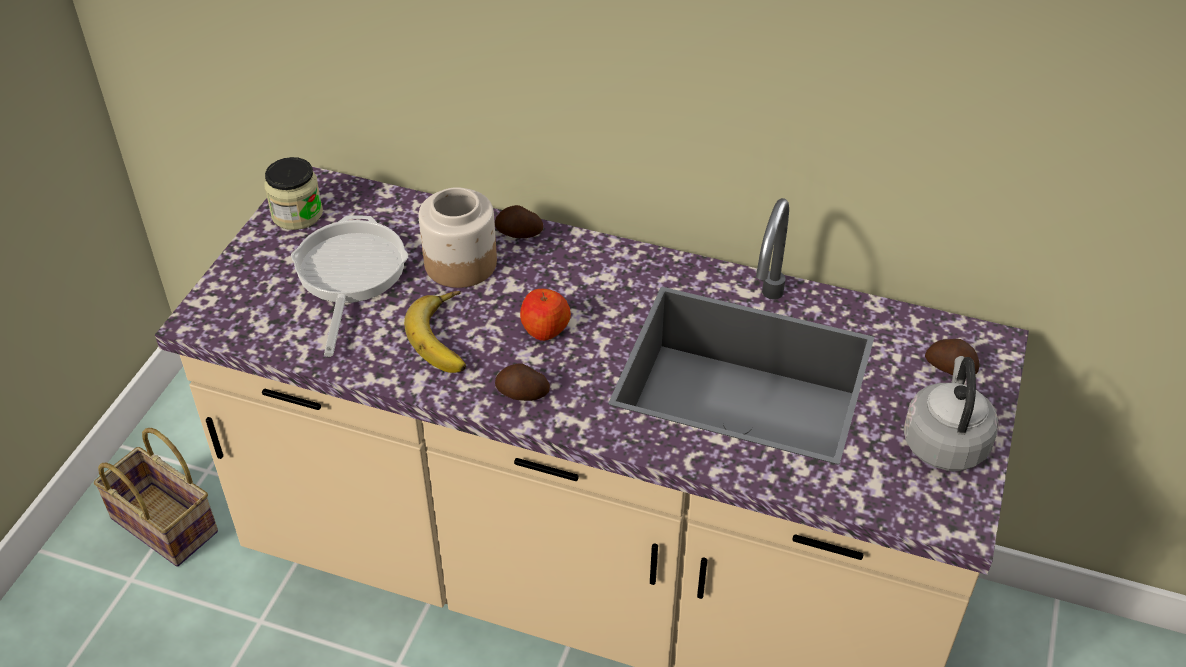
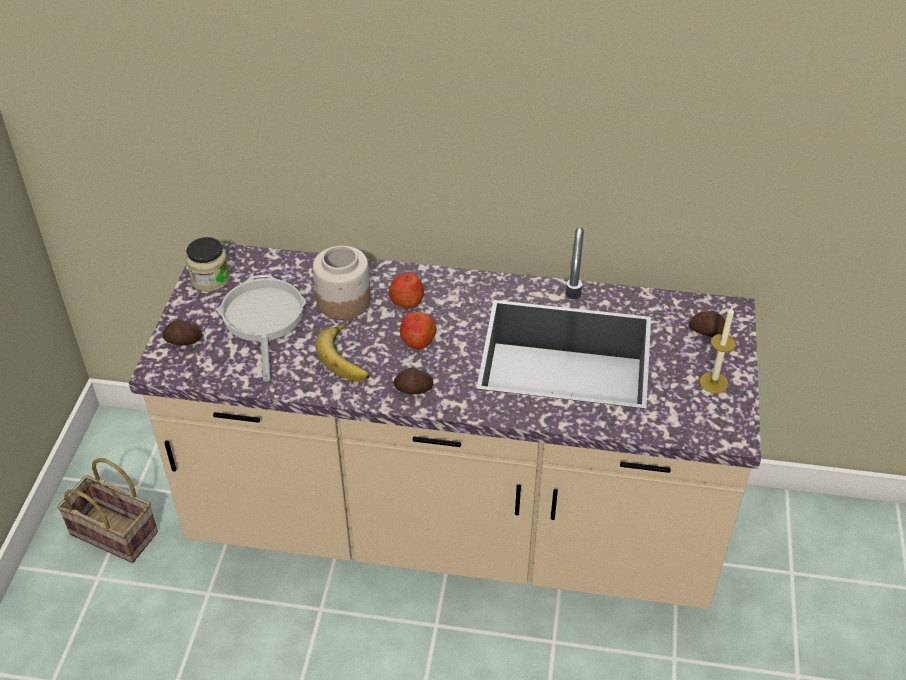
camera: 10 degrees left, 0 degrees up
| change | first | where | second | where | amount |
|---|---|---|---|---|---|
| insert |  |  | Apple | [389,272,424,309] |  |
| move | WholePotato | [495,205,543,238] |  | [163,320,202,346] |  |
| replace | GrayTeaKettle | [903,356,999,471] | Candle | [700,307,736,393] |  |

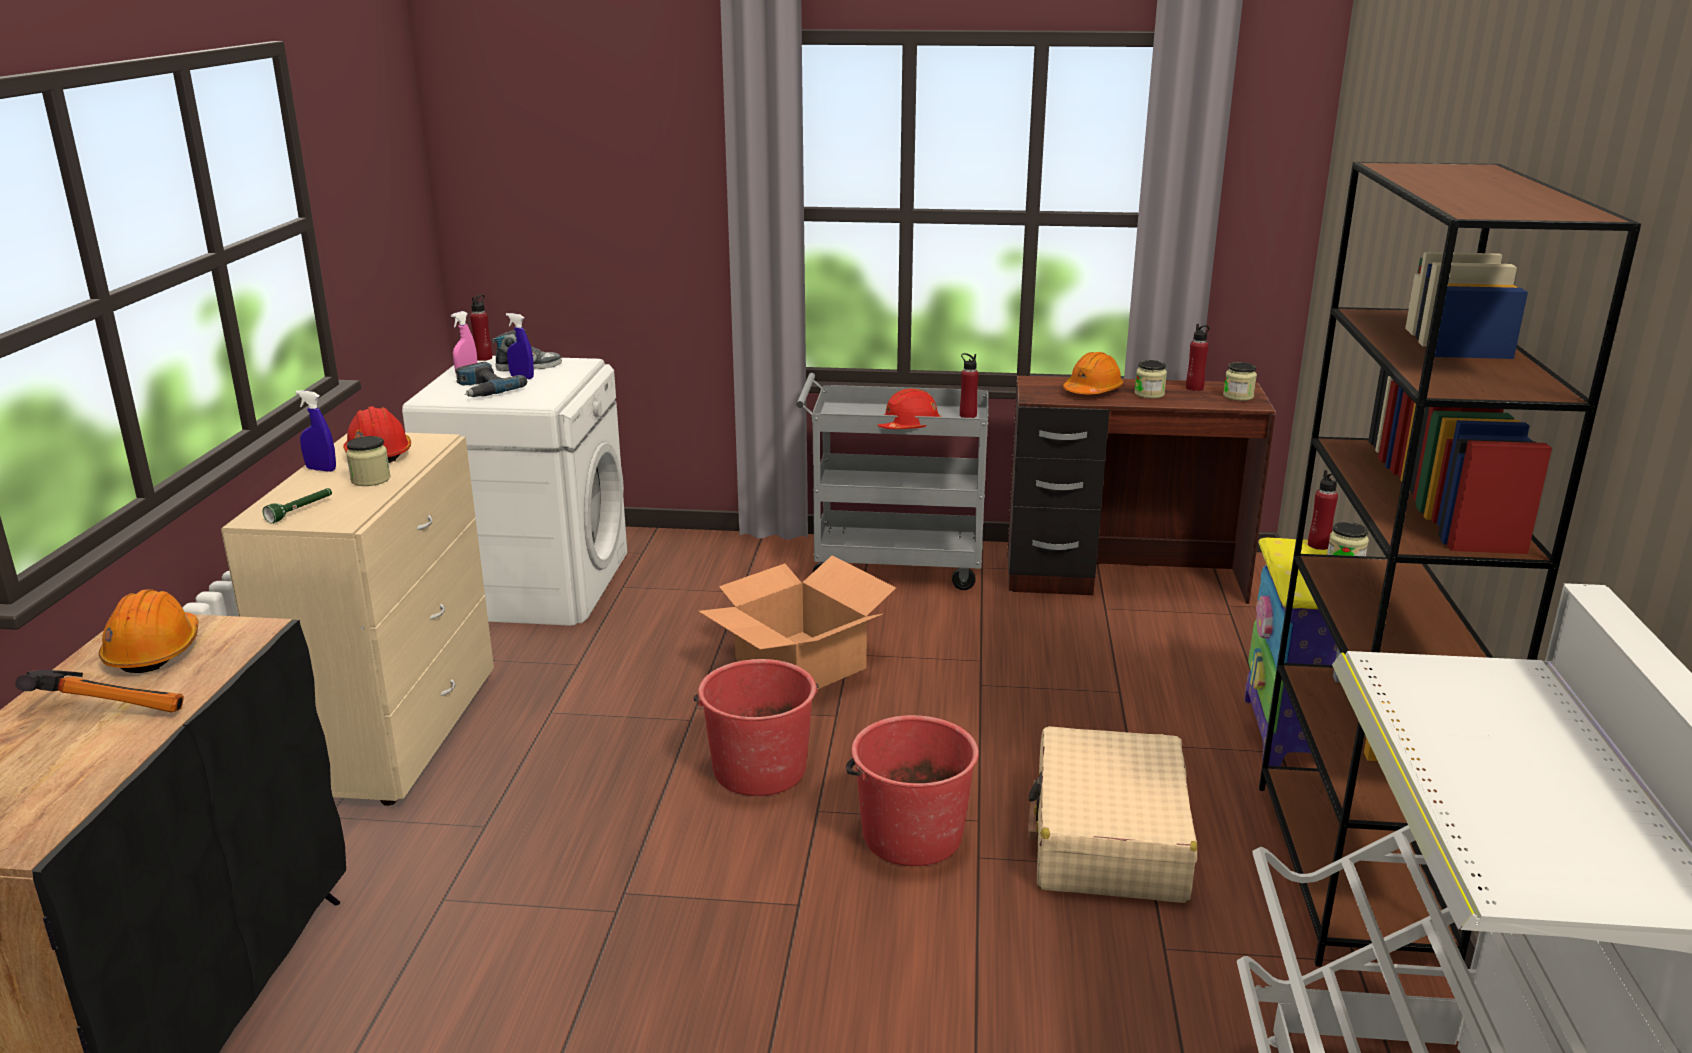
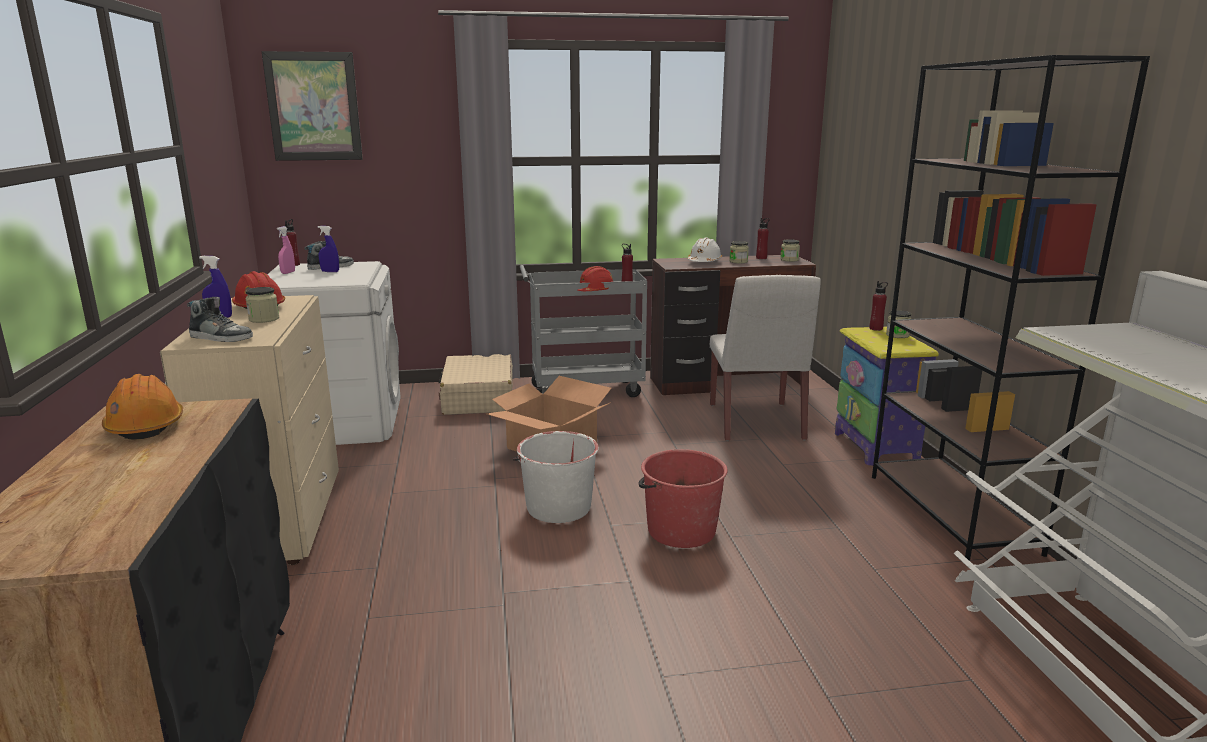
camera: 15 degrees left, 5 degrees down
| change | first | where | second | where | amount |
|---|---|---|---|---|---|
| delete | ToolHammer | [15,670,184,713] |  |  |  |
| delete | Drill | [455,362,527,397] |  |  |  |
| insert |  |  | Picture | [262,51,363,161] |  |
| insert |  |  | WhiteUprightChair | [710,275,821,441] |  |
| move | BeigeTravelCase | [1028,726,1197,903] |  | [439,354,513,415] |  |
| replace | GreenTorch | [263,488,332,523] | LowShoe | [187,297,253,342] |  |
| recolor | RedWaterBucket | [693,659,819,796] | WhiteWaterBucket | [513,431,599,523] |  |
| recolor | OrangeyHardHat | [1063,352,1123,394] | WhiteHardHat | [688,237,722,262] |  |

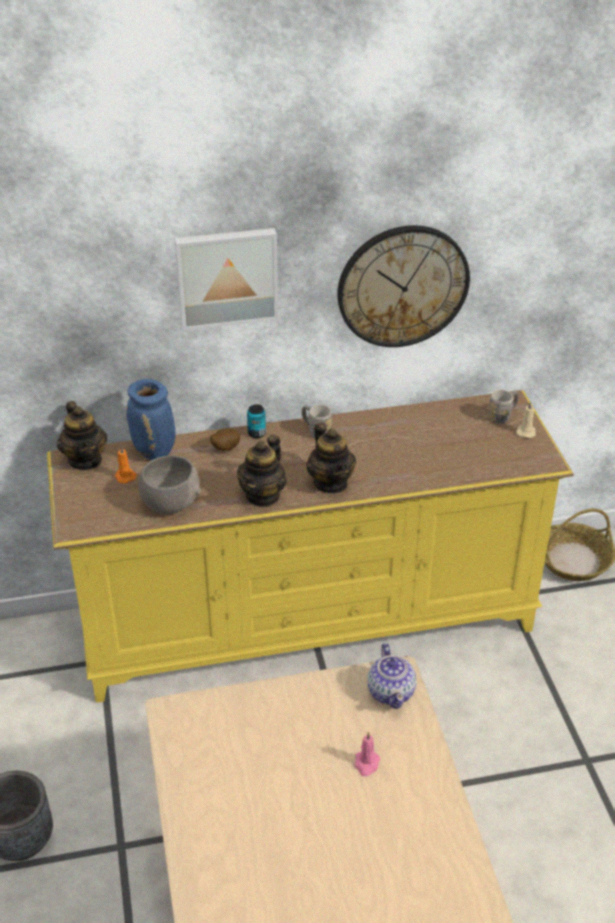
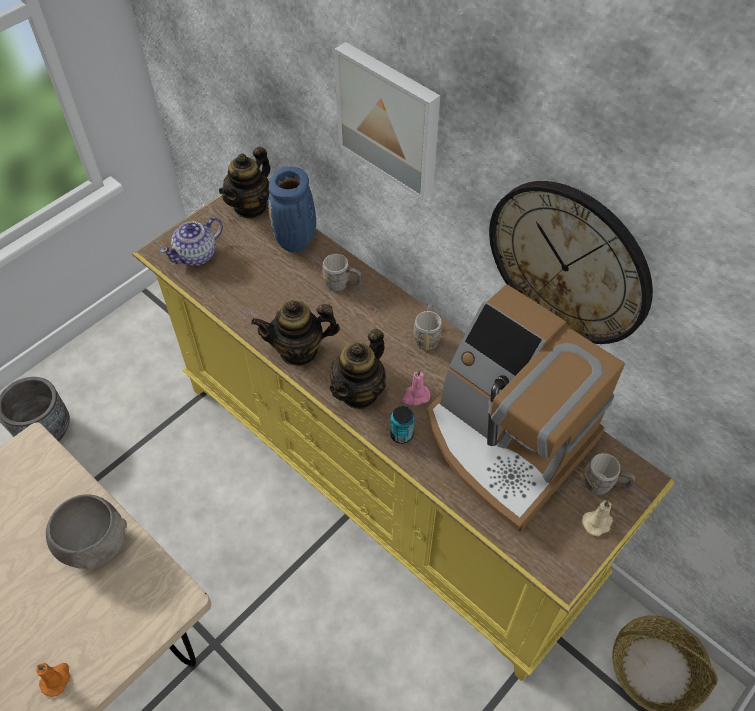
camera: 55 degrees right, 15 degrees up
| change | first | where | second | where | amount |
|---|---|---|---|---|---|
| insert |  |  | CoffeeMachine | [427,284,625,532] |  |
| move | OrangeyCandle | [115,445,137,484] |  | [36,663,70,697] |  |
| move | GrayBowl | [138,455,201,514] |  | [46,494,127,570] |  |
| move | SealedCan | [247,404,266,438] |  | [390,406,415,444] |  |
| move | PinkishCandle | [355,732,380,777] |  | [402,369,431,406] |  |
| move | TeaPot | [368,643,416,709] |  | [160,217,223,266] |  |
| replace | WholePotato | [210,429,240,451] | GrayMug | [322,254,361,292] |  |

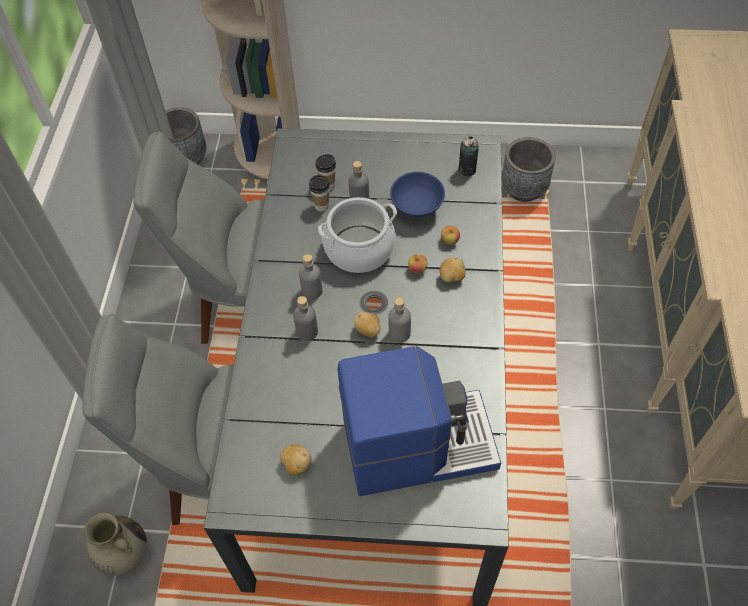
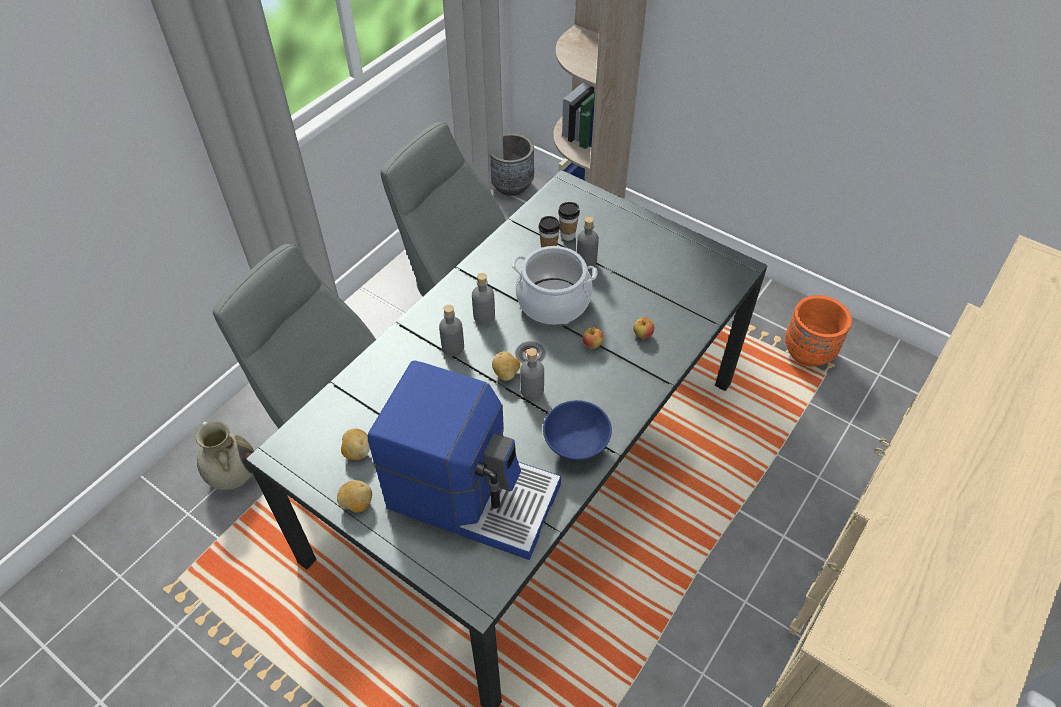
camera: 30 degrees right, 5 degrees down
| change | first | where | second | where | amount |
|---|---|---|---|---|---|
| delete | SealedCan | [459,136,479,177] |  |  |  |
| move | BlueBowl | [390,172,445,217] |  | [543,400,612,460] |  |
| move | WholePotato | [439,257,465,283] |  | [337,480,372,513] |  |
| recolor | GrayPlanter | [502,137,555,202] | OrangeyPlanter | [785,295,852,367] |  |

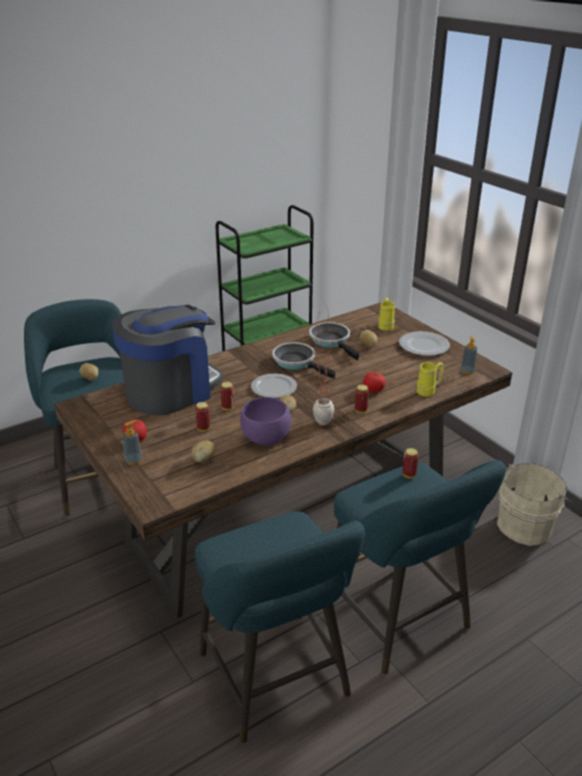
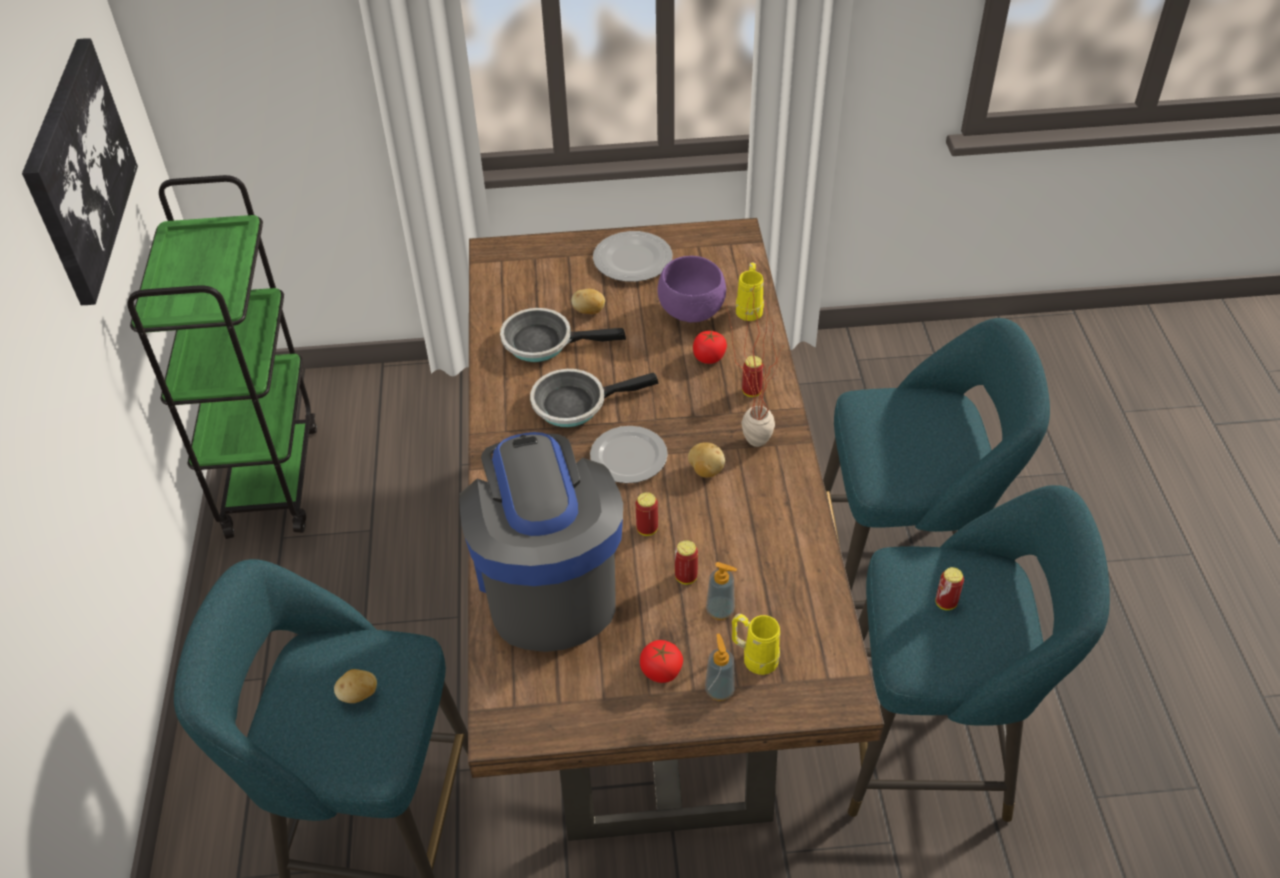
camera: 60 degrees left, 15 degrees up
| change | first | where | second | where | amount |
|---|---|---|---|---|---|
| delete | WholePotato | [191,440,215,463] |  |  |  |
| delete | BeigeWaterBucket | [497,463,571,546] |  |  |  |
| insert |  |  | Picture | [22,38,138,305] |  |
| move | PurpleColouredBowl | [240,397,291,446] |  | [657,256,726,322] |  |
| move | YellowishMug | [378,298,395,331] |  | [732,614,780,675] |  |
| move | SealedCan | [403,448,419,478] |  | [935,567,964,610] |  |
| move | LiquidSoapBottle | [460,336,477,375] |  | [706,562,737,620] |  |

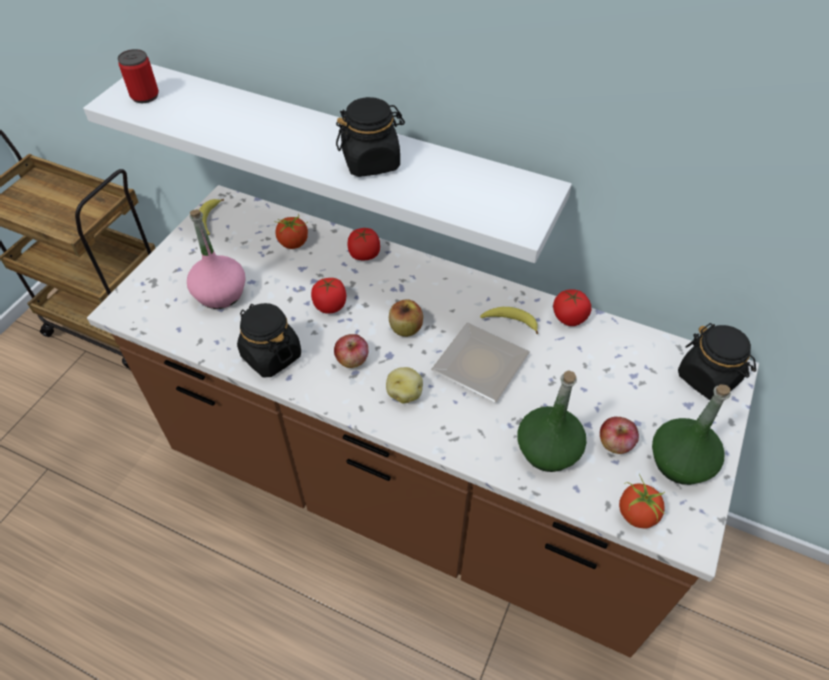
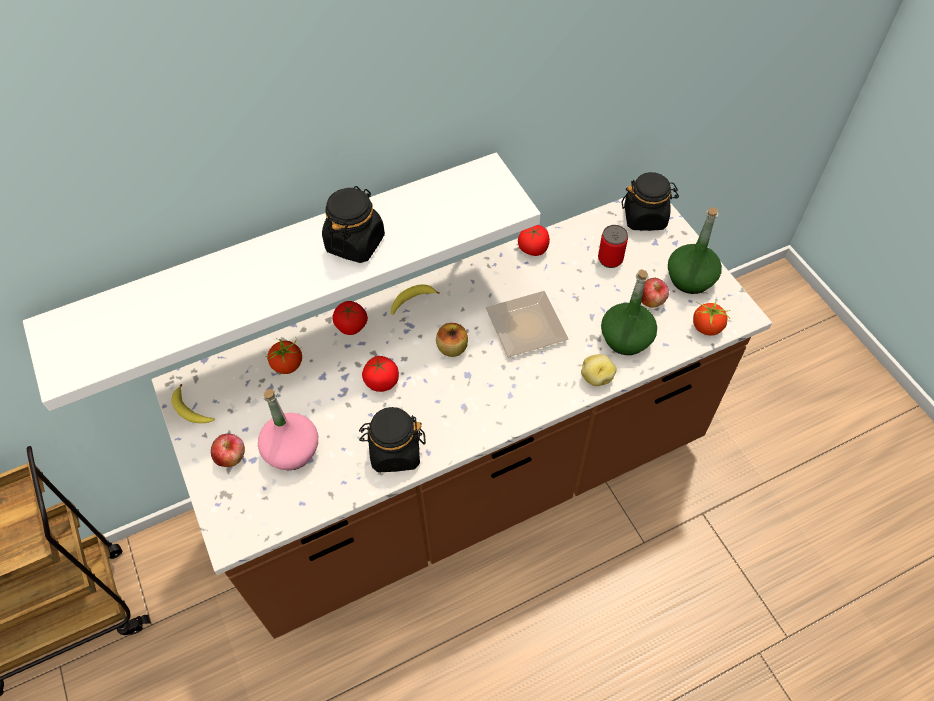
camera: 50 degrees left, 5 degrees up
| change | first | where | second | where | amount |
|---|---|---|---|---|---|
| move | SealedCan | [118,49,159,103] |  | [598,225,628,268] |  |
| move | Apple | [334,334,368,368] |  | [211,434,245,467] |  |
| move | WholePotato | [386,367,423,403] |  | [581,354,617,386] |  |
| move | WholeBanana | [480,307,538,334] |  | [391,284,440,315] |  |

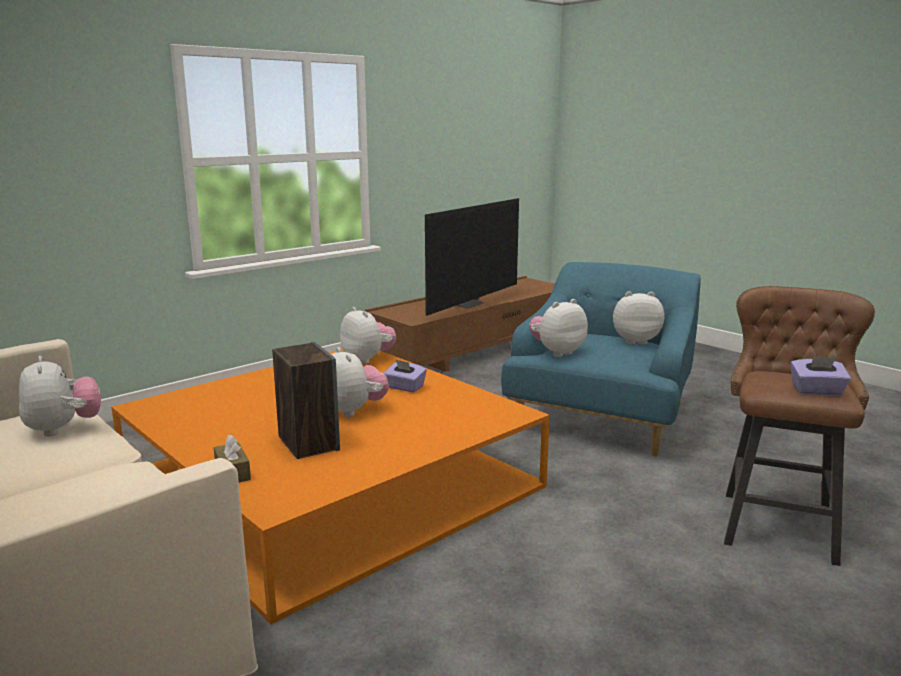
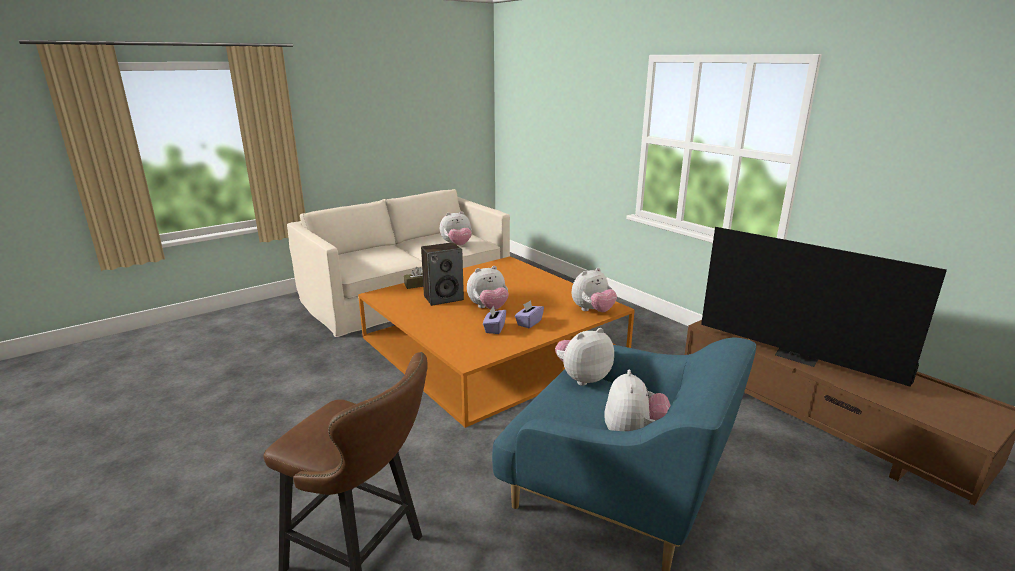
camera: 95 degrees right, 5 degrees up
| change | first | where | second | where | amount |
|---|---|---|---|---|---|
| move | PurpleColouredTissueHolder | [790,356,851,395] |  | [483,305,506,334] |  |
| rotate | CuddlyToy | [529,299,588,357] |  | [555,328,614,386] | 90 degrees counterclockwise |

